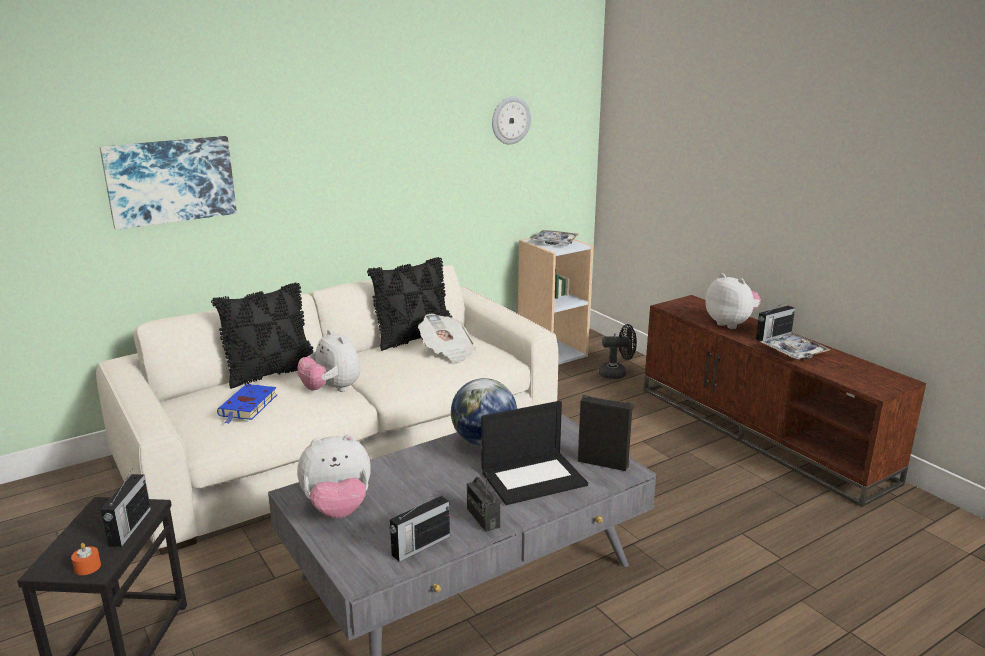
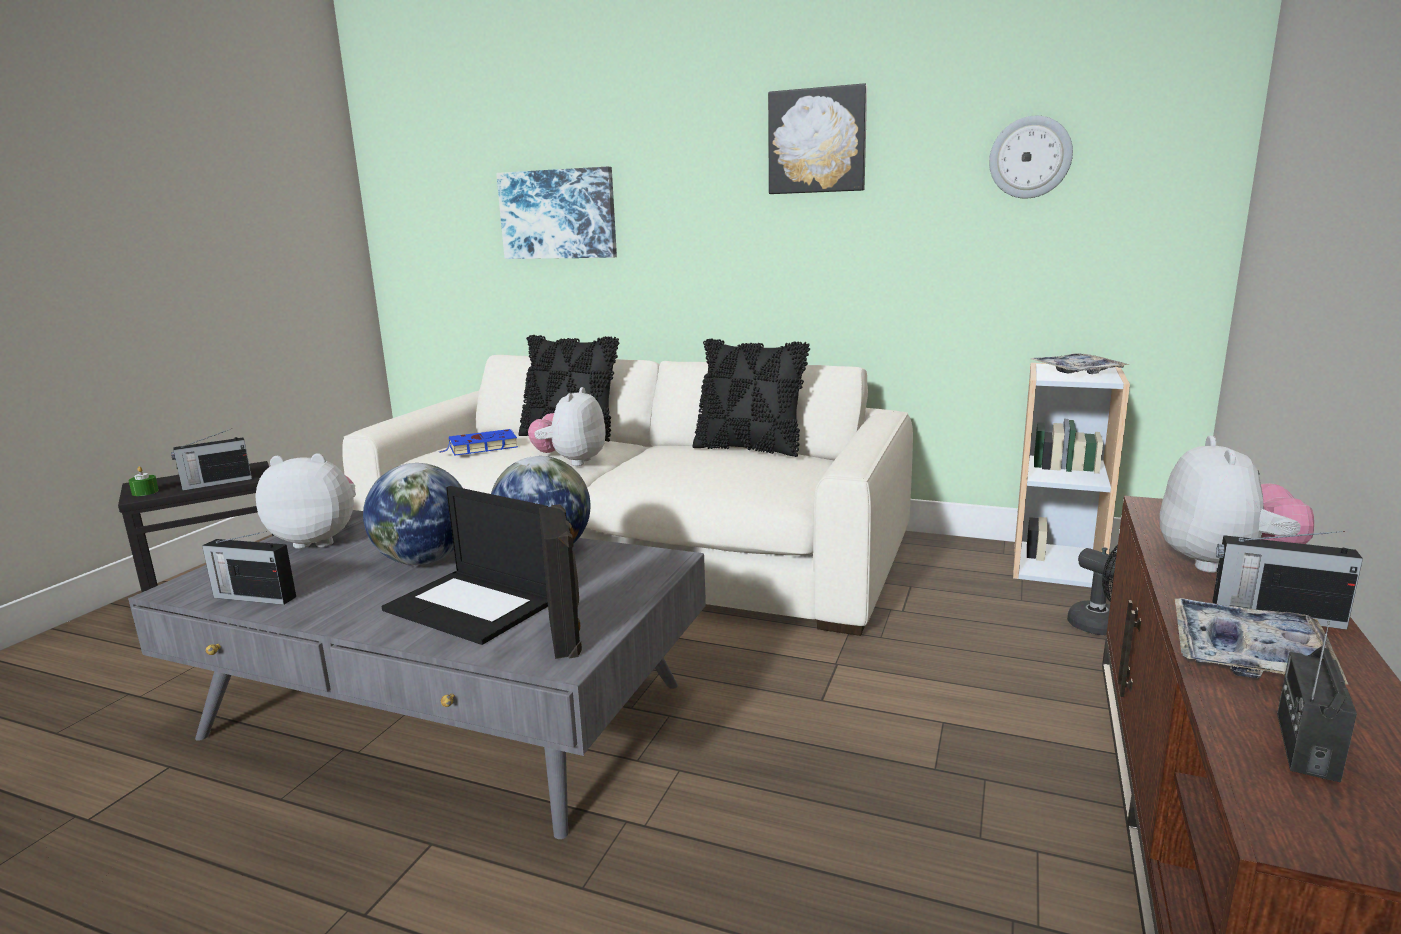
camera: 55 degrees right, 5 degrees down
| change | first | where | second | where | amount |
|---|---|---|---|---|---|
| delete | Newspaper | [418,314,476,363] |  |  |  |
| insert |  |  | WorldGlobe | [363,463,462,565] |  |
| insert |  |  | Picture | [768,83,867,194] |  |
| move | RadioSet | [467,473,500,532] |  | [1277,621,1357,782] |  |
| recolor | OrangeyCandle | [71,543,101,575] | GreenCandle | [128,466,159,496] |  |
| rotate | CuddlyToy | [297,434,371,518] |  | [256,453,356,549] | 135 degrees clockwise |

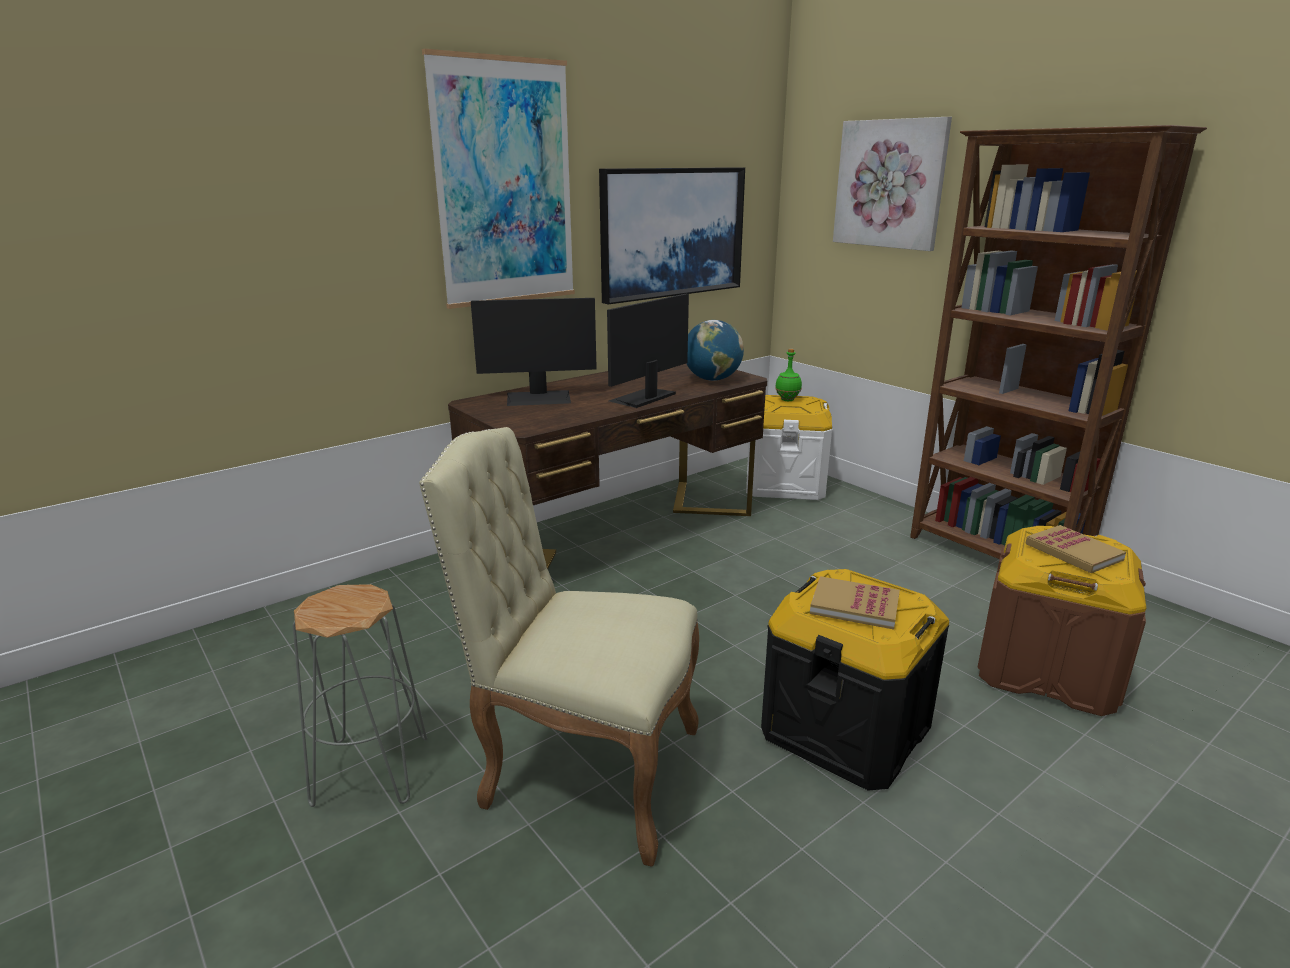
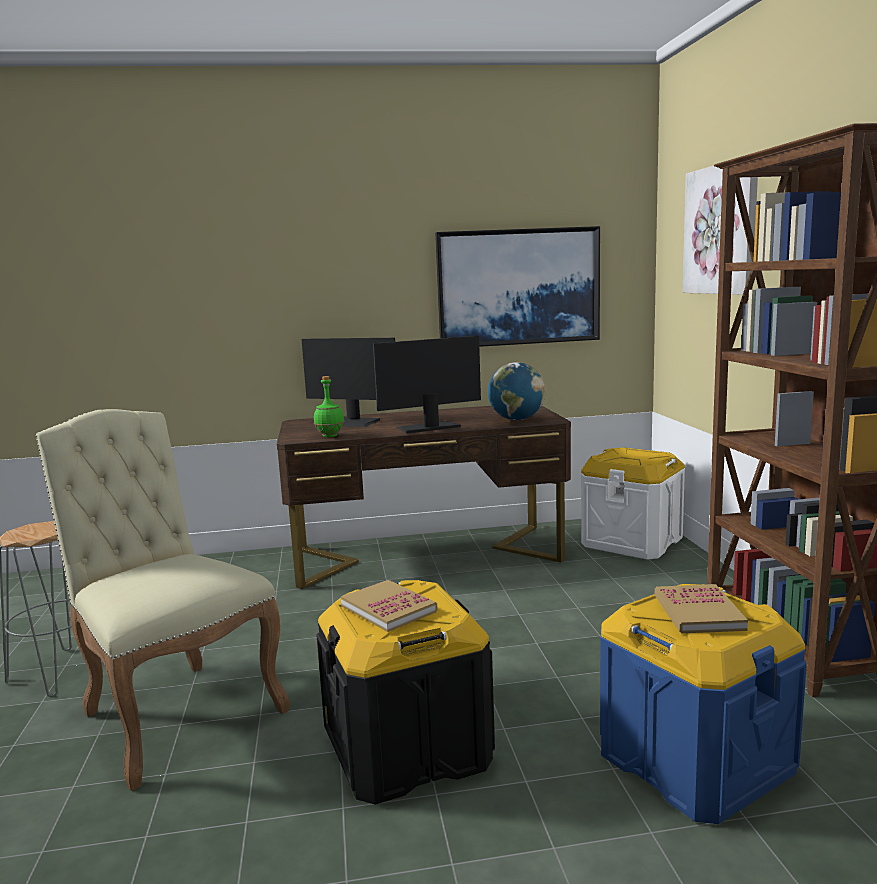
camera: 30 degrees right, 10 degrees down
| change | first | where | second | where | amount |
|---|---|---|---|---|---|
| delete | Picture | [422,49,575,309] |  |  |  |
| move | GreenDrinkBottle | [775,349,802,401] |  | [314,376,344,437] |  |
| recolor | BrownColouredStorageBin | [978,526,1146,716] | BlueStorageBin | [600,584,807,824] |  |

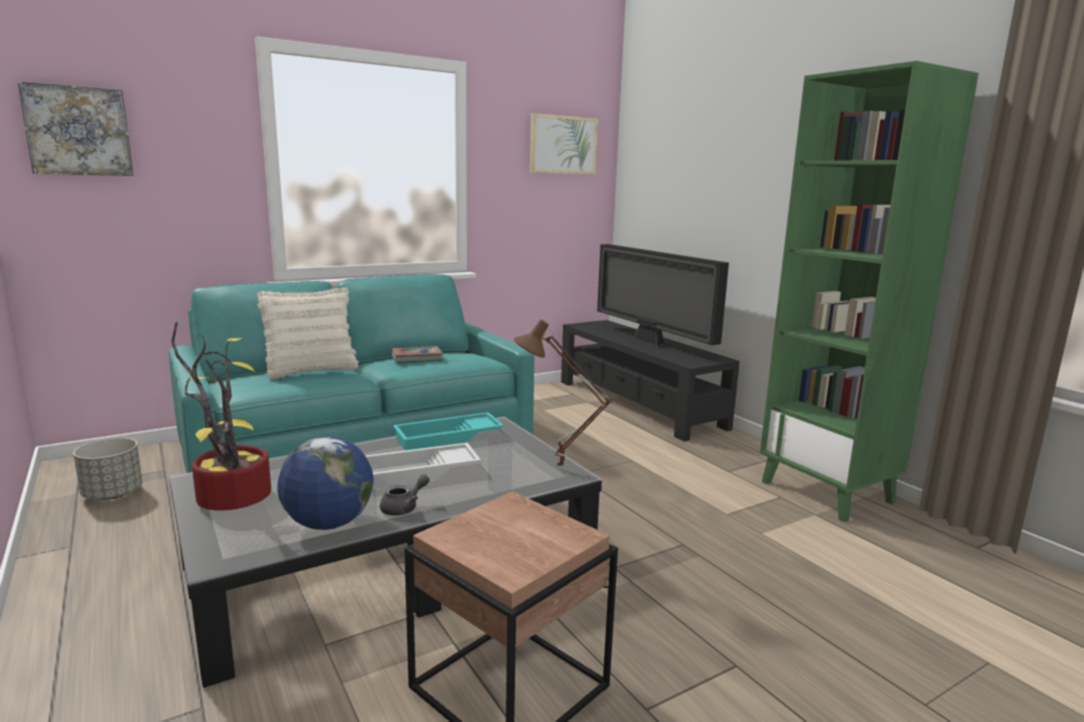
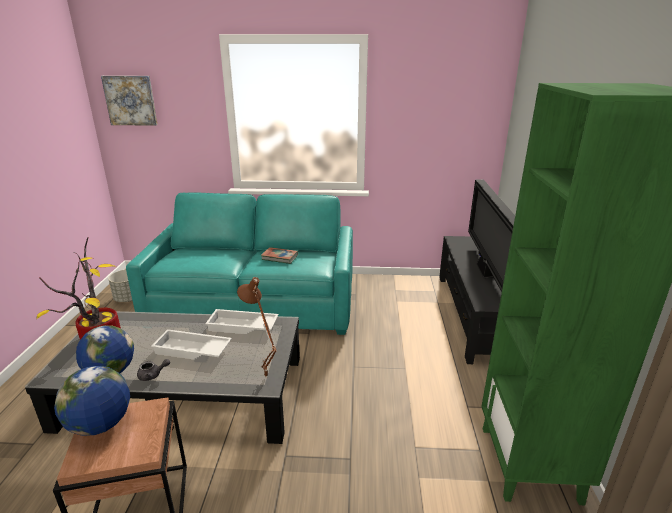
camera: 35 degrees right, 10 degrees up
| change | first | where | second | where | amount |
|---|---|---|---|---|---|
| delete | BeigePillow | [257,287,359,380] |  |  |  |
| delete | Picture | [530,113,598,174] |  |  |  |
| insert |  |  | WorldGlobe | [54,366,130,436] |  |
| recolor | BlueGreenCarryingTray | [393,412,504,450] | WhiteCarryingTray | [205,309,279,334] |  |

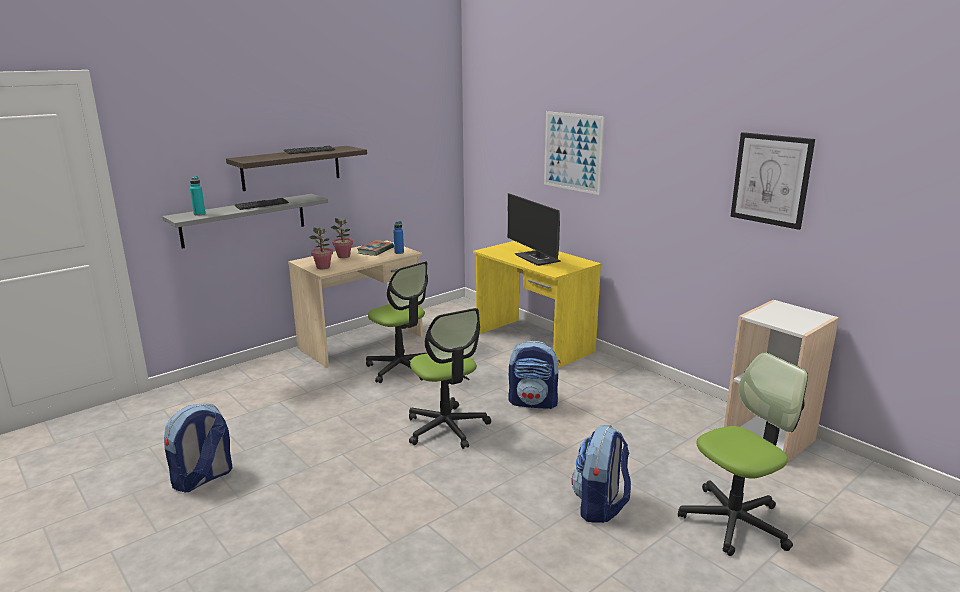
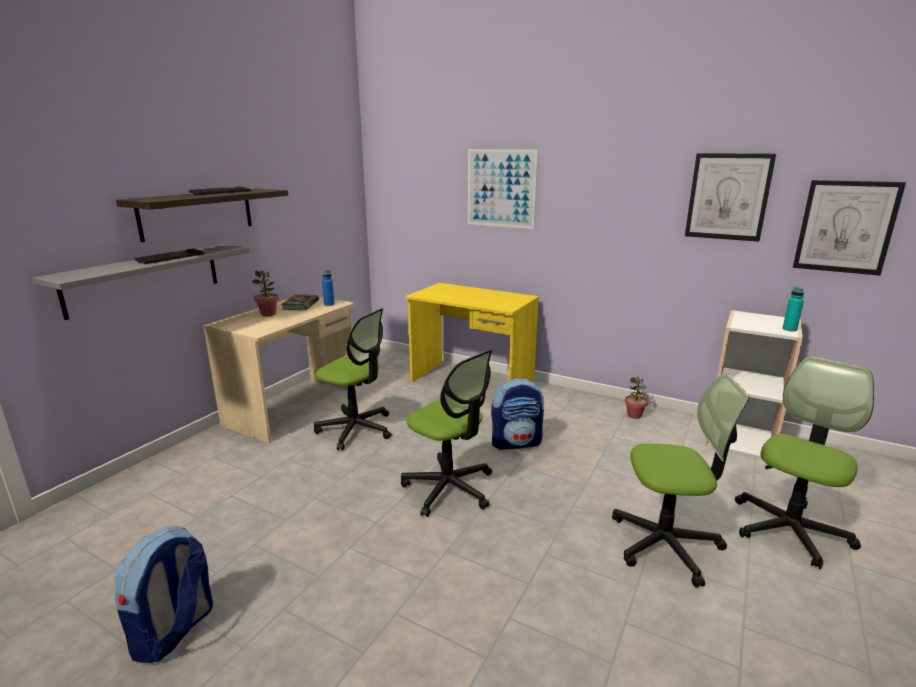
camera: 20 degrees left, 0 degrees up
| change | first | where | second | where | amount |
|---|---|---|---|---|---|
| delete | ComputerDisplay | [507,193,560,266] |  |  |  |
| insert |  |  | Picture | [793,180,906,275] |  |
| move | BlueGreenDrinkBottle | [190,176,206,216] |  | [782,286,804,332] |  |
| move | PottedPlant | [309,227,333,269] |  | [625,376,648,419] |  |
| replace | Rucksack | [571,425,631,523] | ComputerChair | [612,374,749,588] |  |

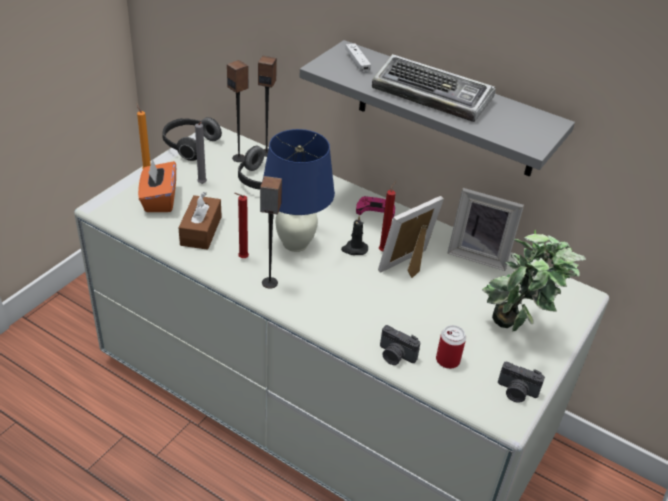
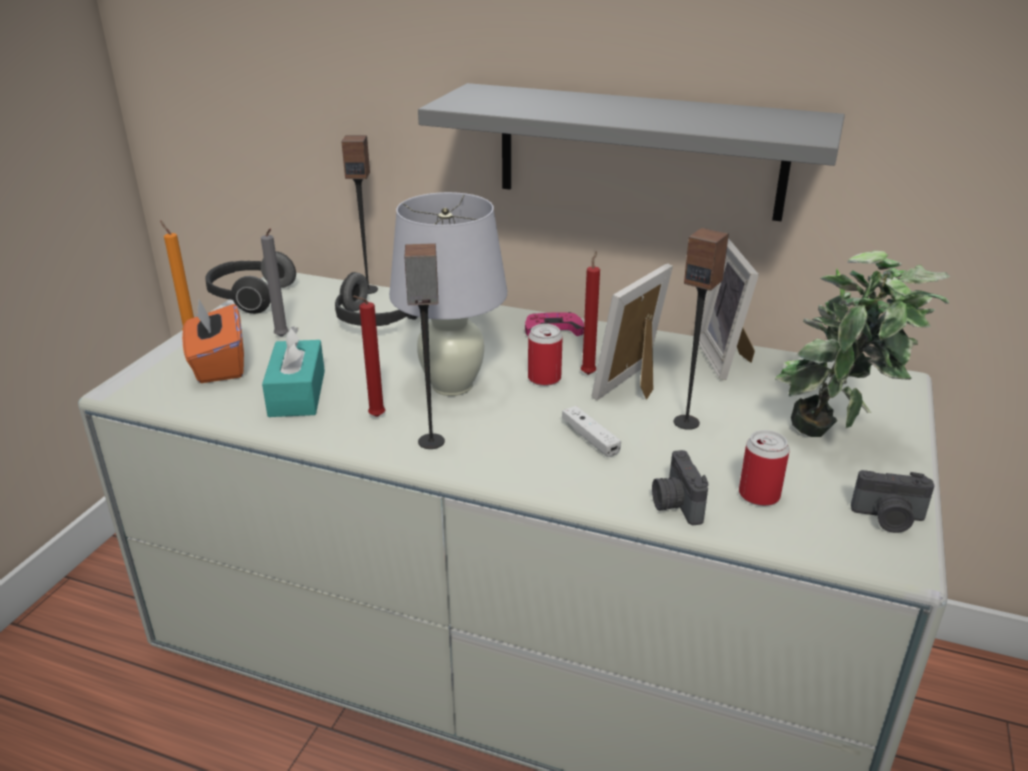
camera: 10 degrees left, 10 degrees down
| change | first | where | second | where | amount |
|---|---|---|---|---|---|
| delete | Keyboard | [372,54,496,122] |  |  |  |
| move | Speaker | [227,60,249,162] |  | [674,228,729,430] |  |
| move | WhiteJoypad | [345,43,371,73] |  | [562,406,621,457] |  |
| replace | BlackColouredCandle | [341,215,368,255] | SealedCan | [528,324,563,386] |  |
| recolor | BrownColouredTissueHolder | [178,192,222,250] | BlueGreenTissueHolder | [262,326,325,417] |  |
| recolor | BlueTableLamp | [263,129,335,252] | WhiteTableLamp | [389,192,507,396] |  |
| rotate | StillCamera | [380,325,420,365] |  | [652,450,708,525] | 60 degrees clockwise |
| rotate | PictureFrame | [447,188,524,271] |  | [699,238,759,380] | 75 degrees clockwise |

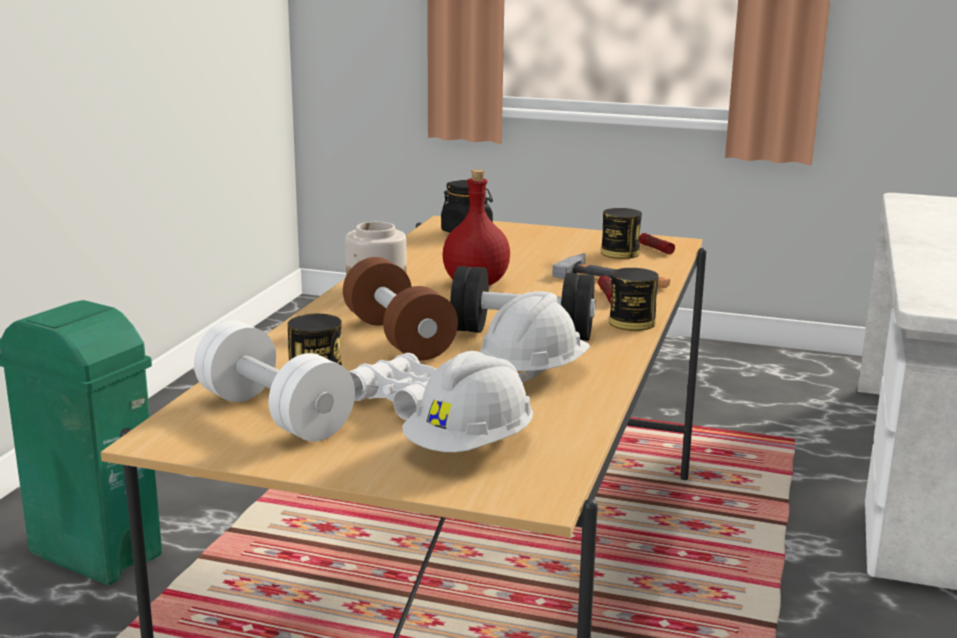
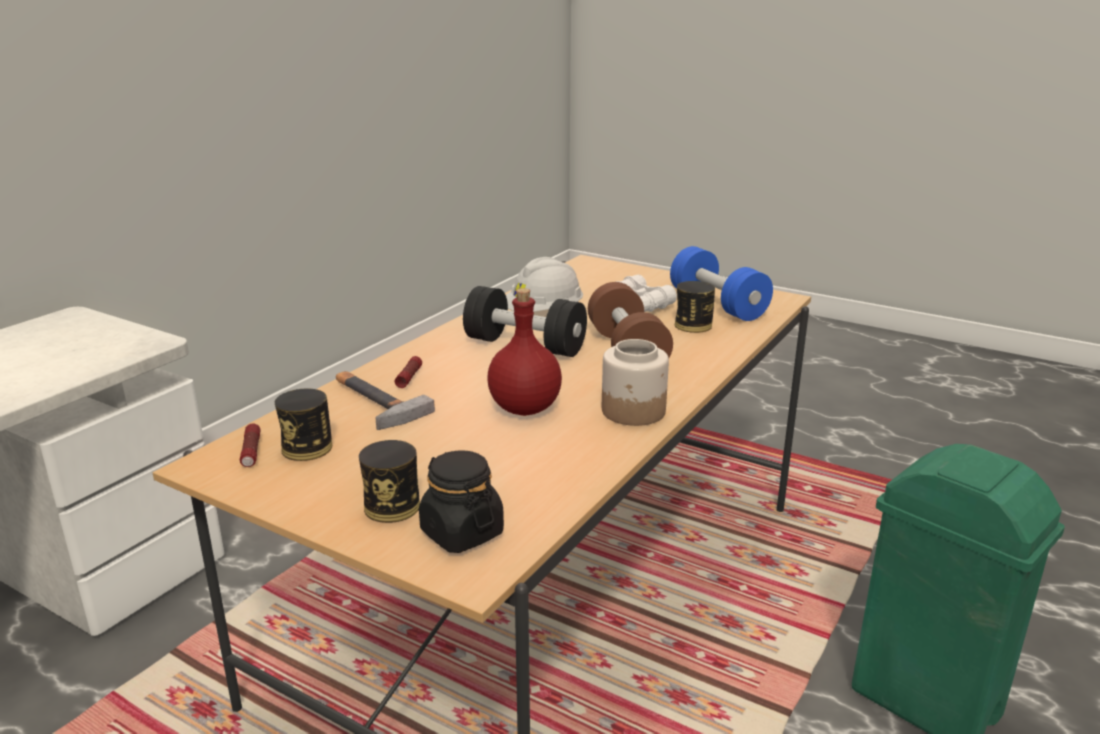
camera: 165 degrees left, 5 degrees up
| change | first | where | second | where | amount |
|---|---|---|---|---|---|
| delete | WhiteHardHat | [402,351,533,452] |  |  |  |
| move | SealedCan | [609,268,659,331] |  | [359,440,420,523] |  |
| recolor | WhiteHandWeight | [194,321,355,442] | BlueHandWeight | [670,246,773,321] |  |

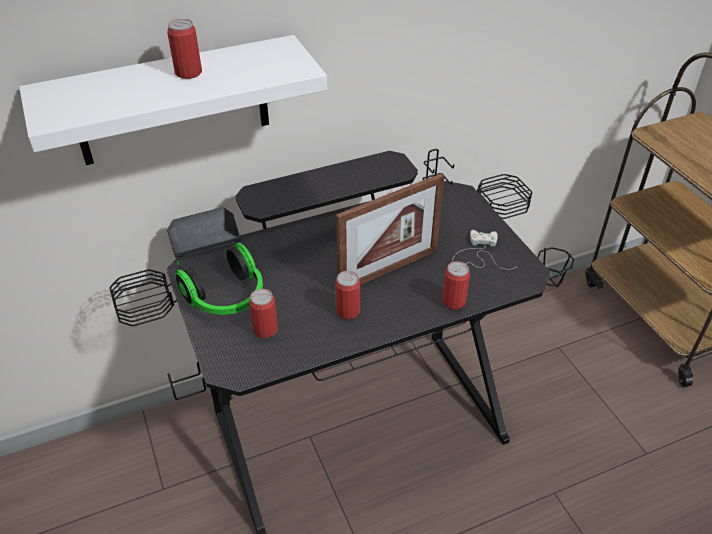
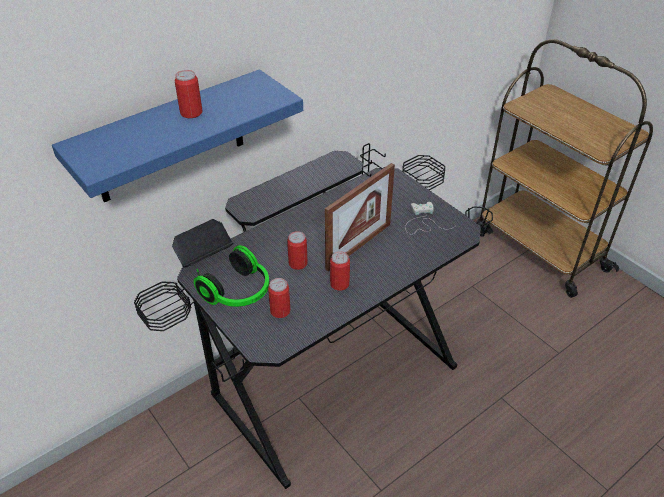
camera: 15 degrees left, 0 degrees up
| change | first | where | second | where | amount |
|---|---|---|---|---|---|
| move | SealedCan | [442,261,470,309] |  | [287,231,308,270] |  |
| recolor | WhiteShelf | [19,35,327,165] | BlueShelf | [52,69,303,202] |  |

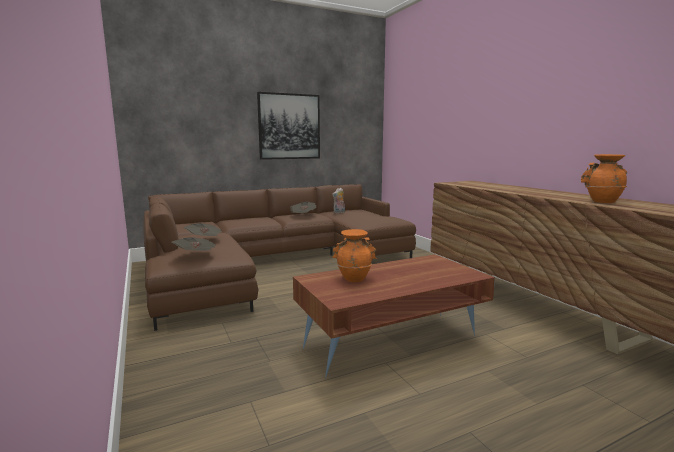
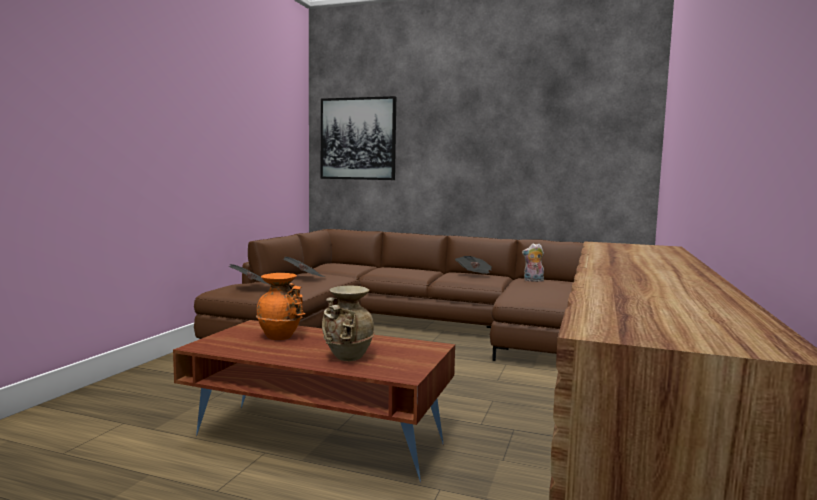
camera: 45 degrees right, 5 degrees down
| change | first | where | second | where | amount |
|---|---|---|---|---|---|
| delete | OrangeyDecorativeVase | [581,154,627,203] |  |  |  |
| insert |  |  | BeigeDecorativeVase | [322,286,375,361] |  |
| move | Picture | [257,92,320,160] |  | [321,96,396,180] |  |

